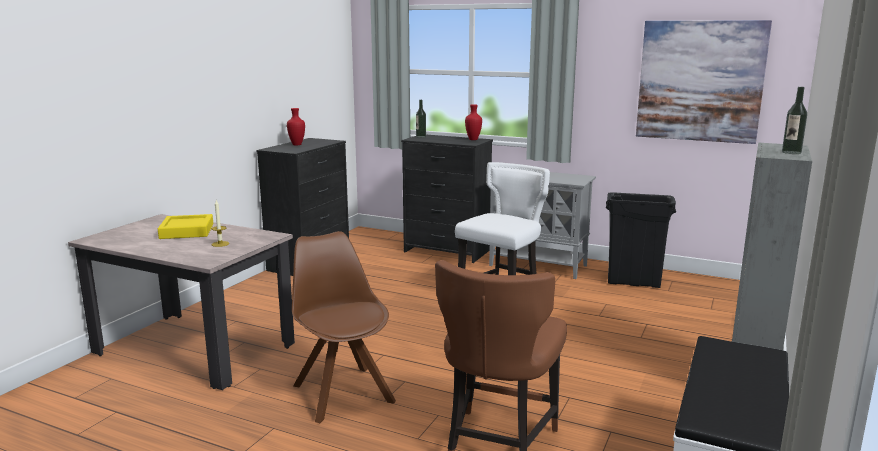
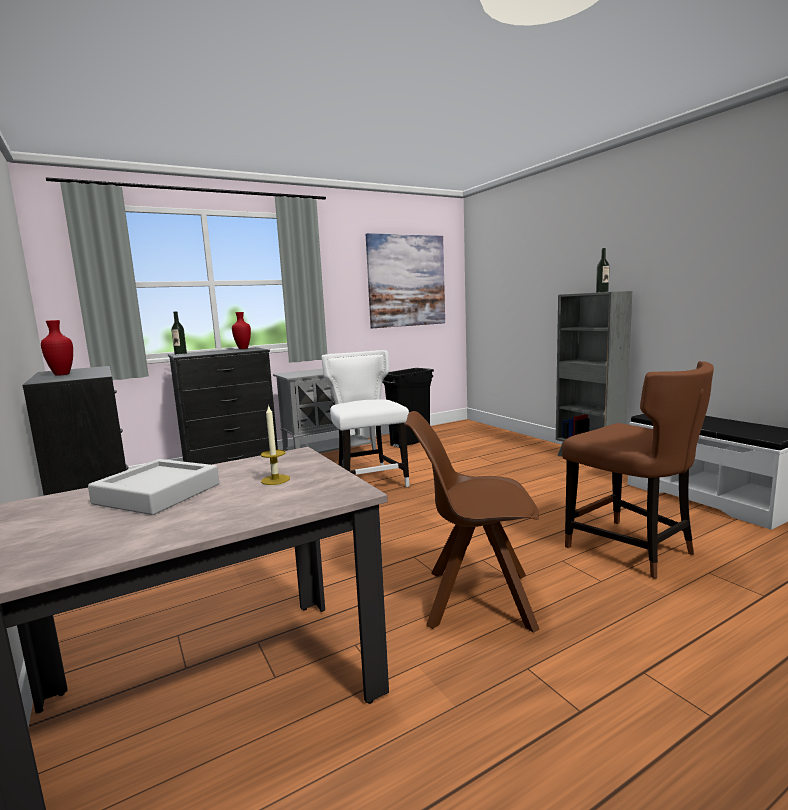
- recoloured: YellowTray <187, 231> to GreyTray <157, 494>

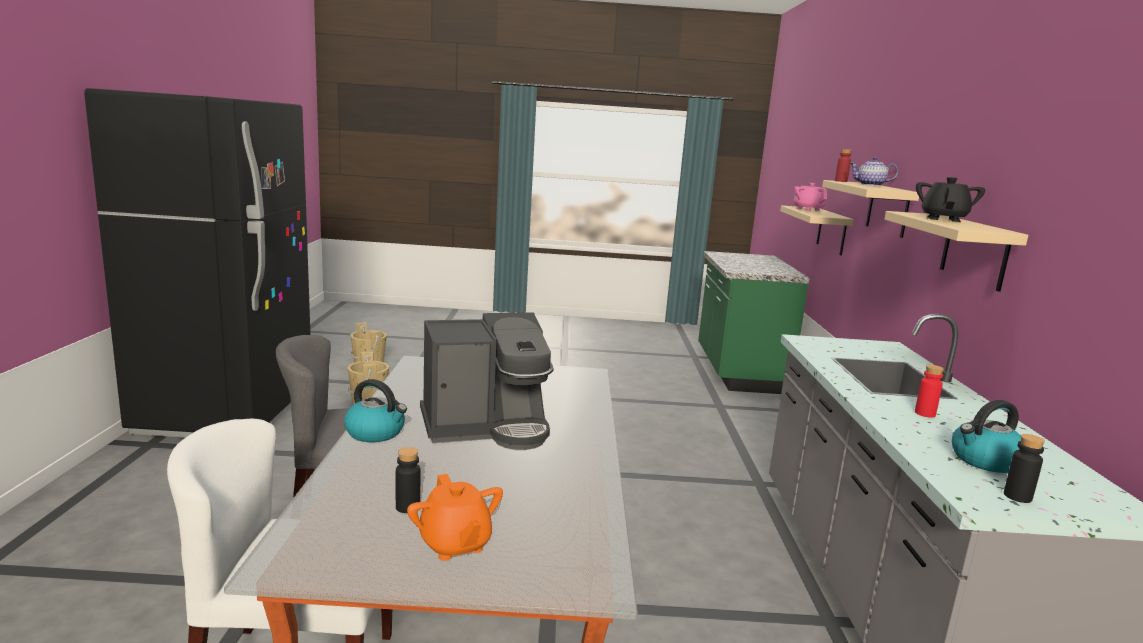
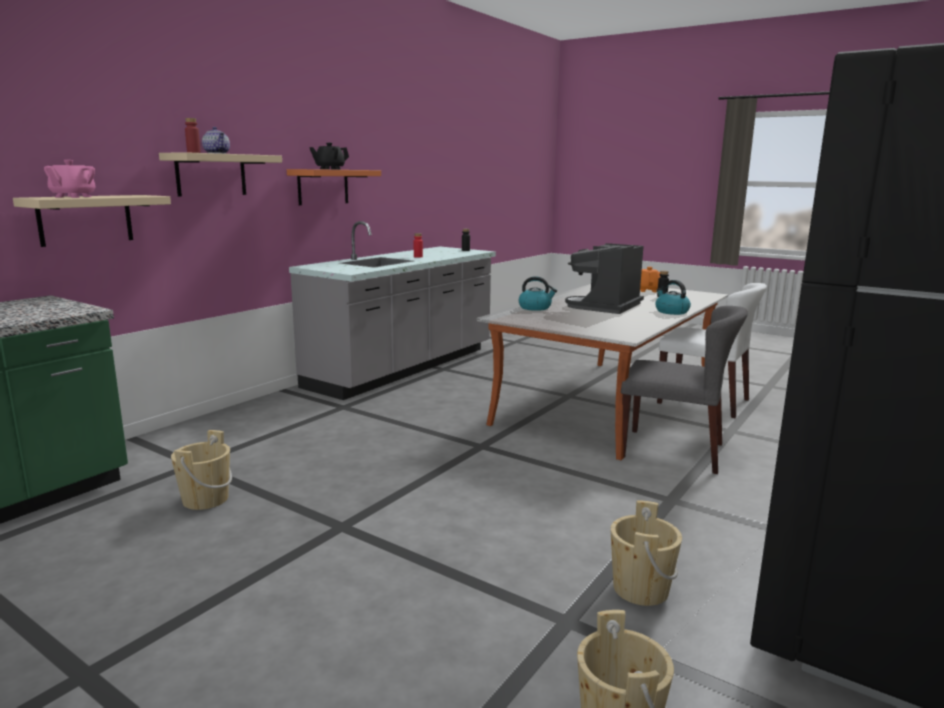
- added: BeigeBucket <205, 499>
- moved: Kettle <985, 461> to <535, 308>
- recoloured: BeigeShelf <974, 251> to OrangeShelf <323, 187>
- turned: CoffeeMachine <487, 427> = <606, 307> 75 degrees counterclockwise

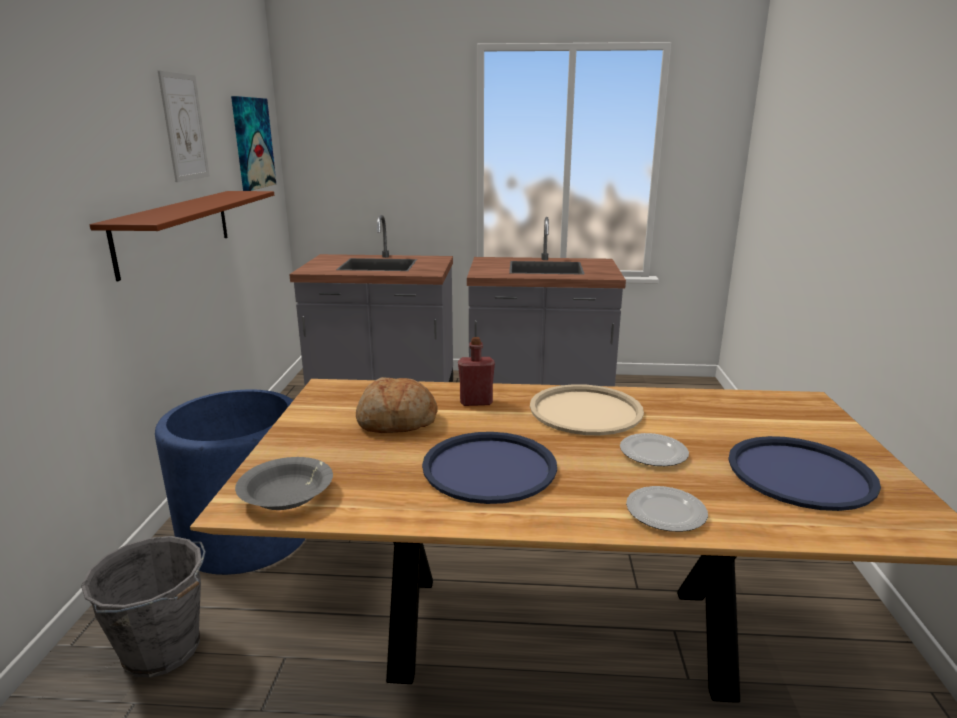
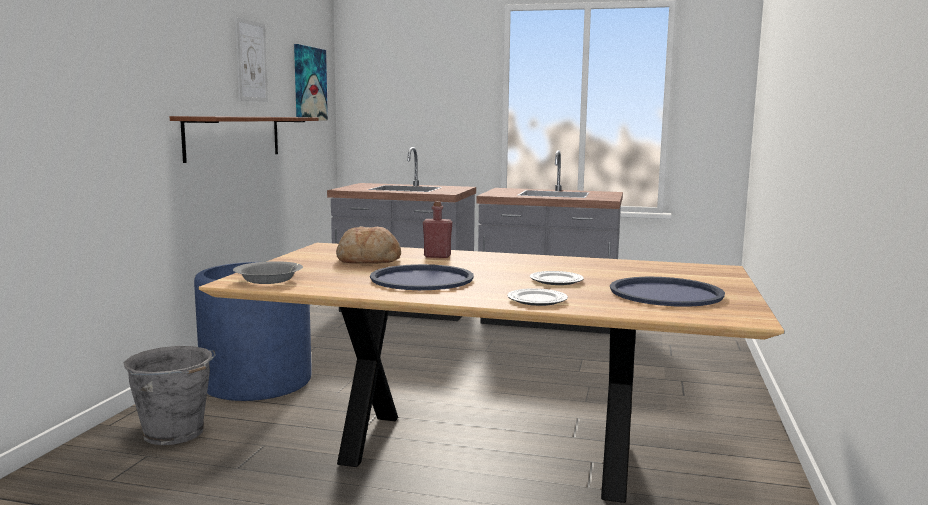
- removed: BeigeTray <585, 411>

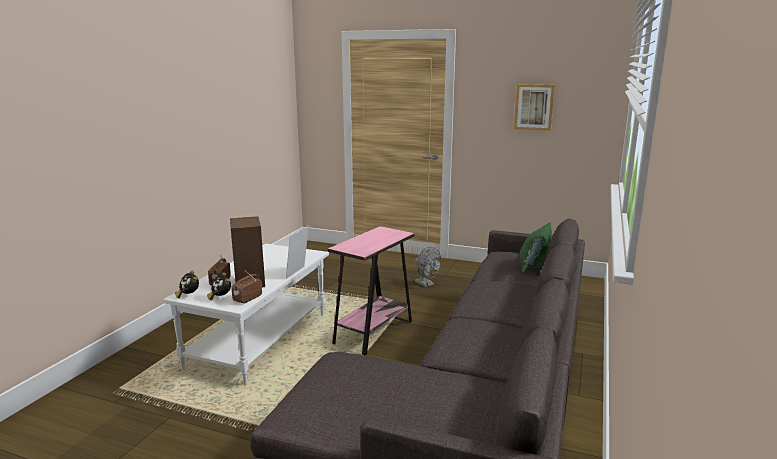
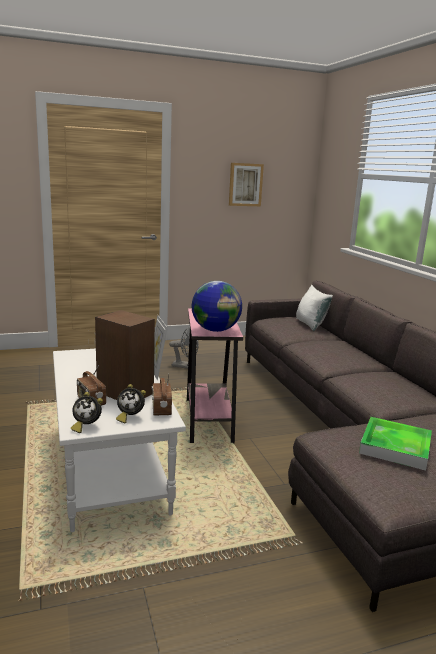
- added: Globe <215, 330>
- added: Tray <395, 447>
- recoloured: GreenPillow <534, 266> to WhitePillow <310, 324>

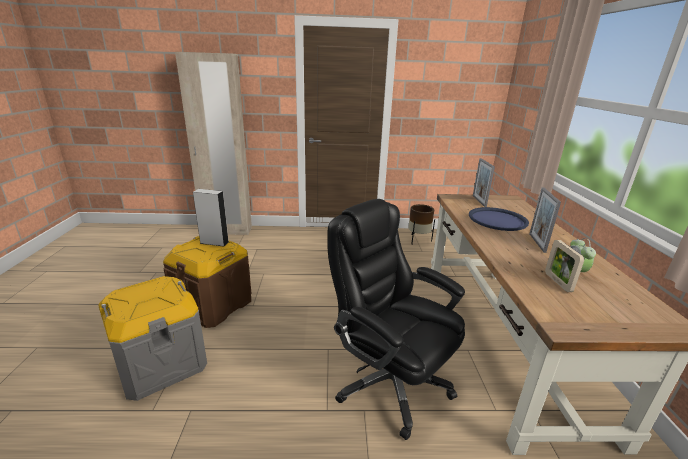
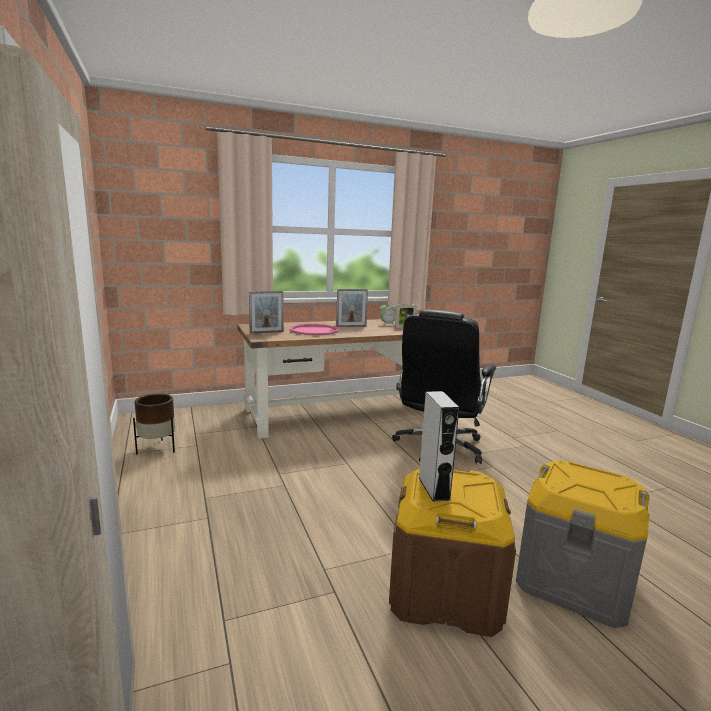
- recoloured: BlueTray <497, 220> to PinkTray <314, 330>

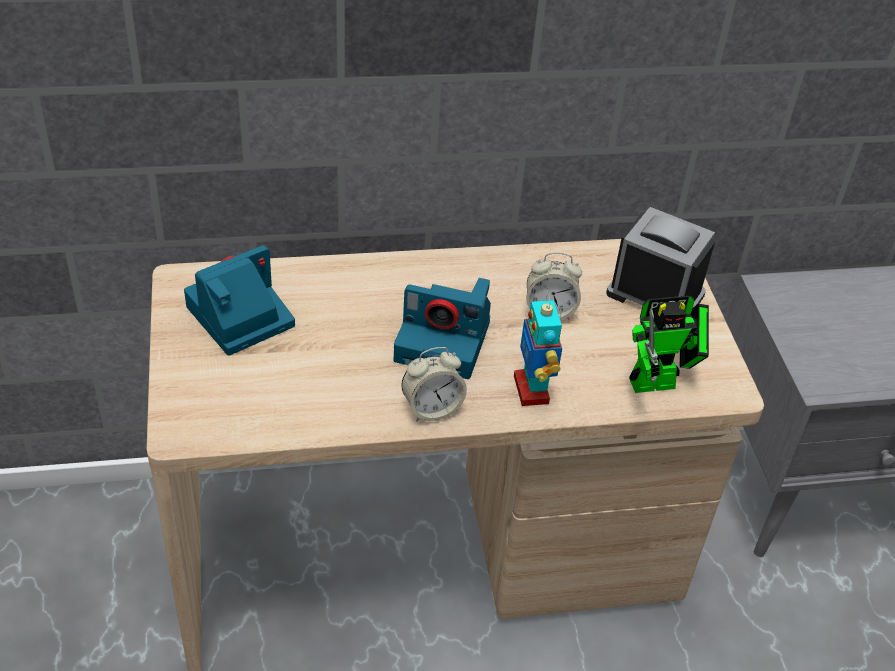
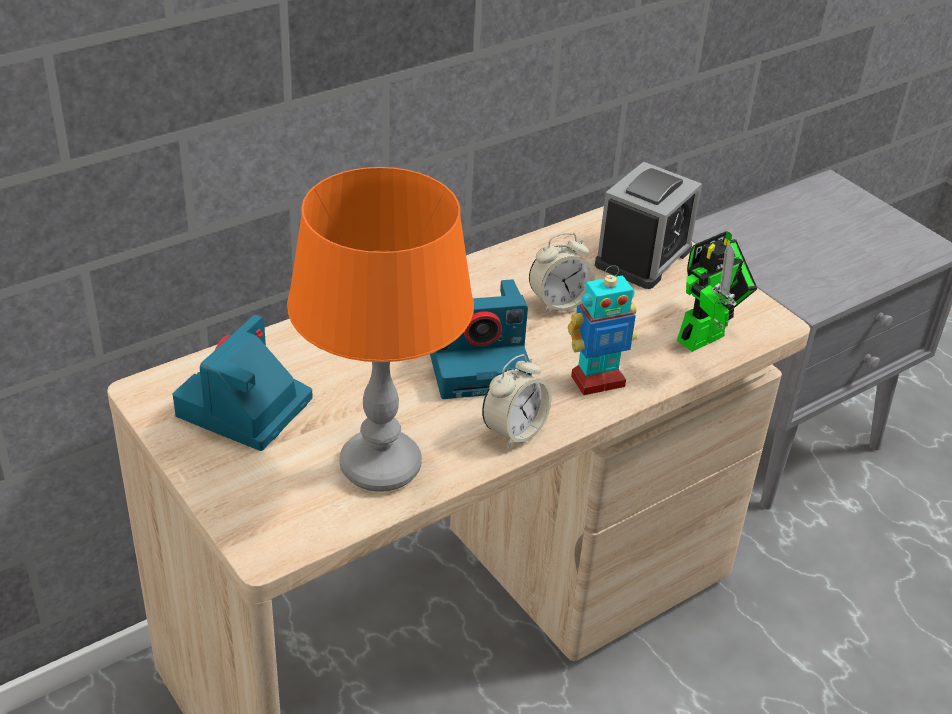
- added: OrangeTableLamp <381, 467>
- turned: ToyRobot <532, 390> = <597, 380> 75 degrees counterclockwise
- turned: AlarmClock <655, 294> = <643, 257> 120 degrees clockwise

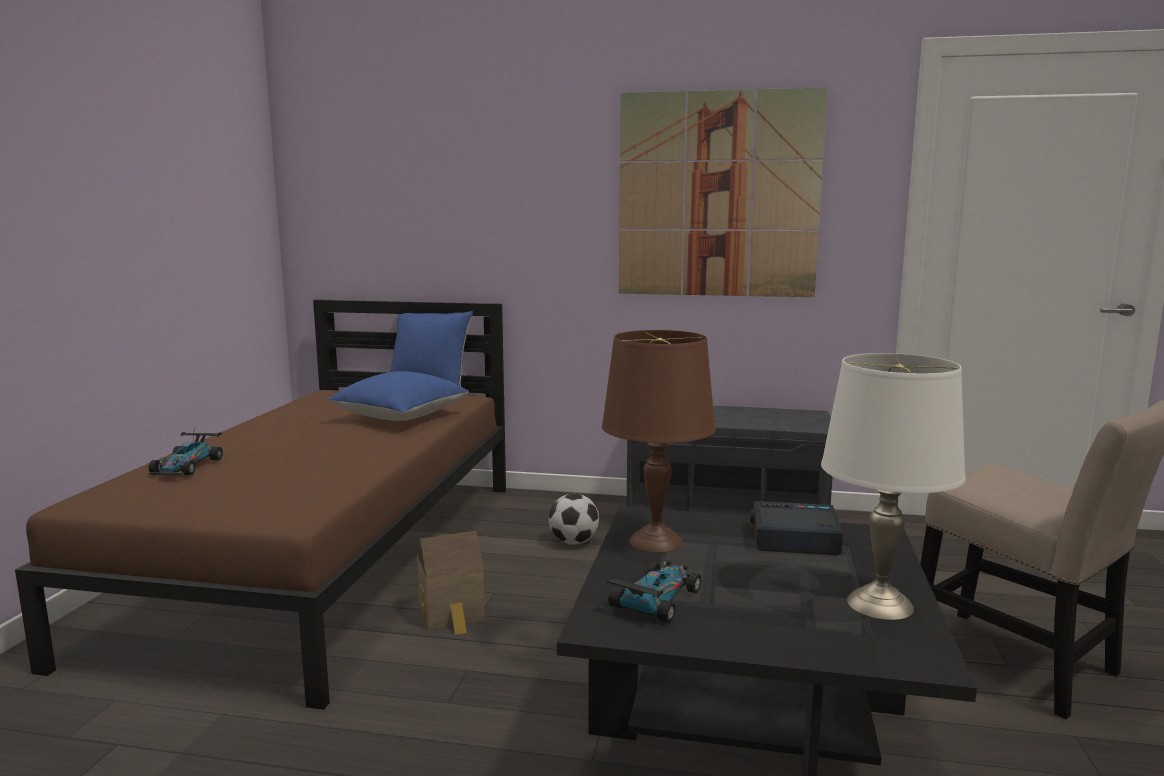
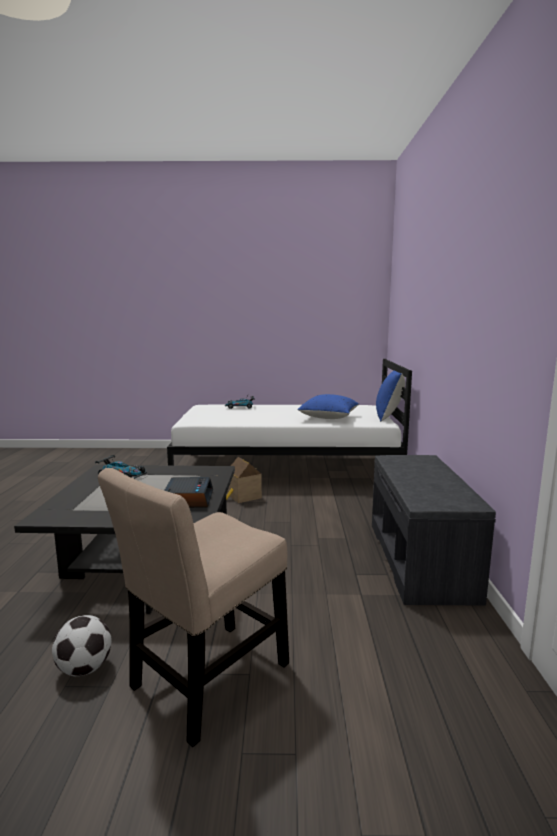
- removed: BrownTableLamp <655, 541>
- removed: Picture <718, 195>
- removed: WhiteTableLamp <881, 604>
- moved: Football <574, 542> to <85, 669>
- recoloured: BrownBed <328, 560> to WhiteBed <286, 469>

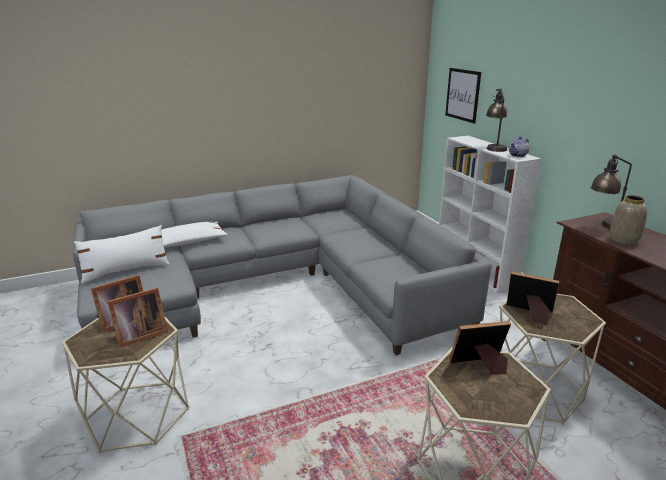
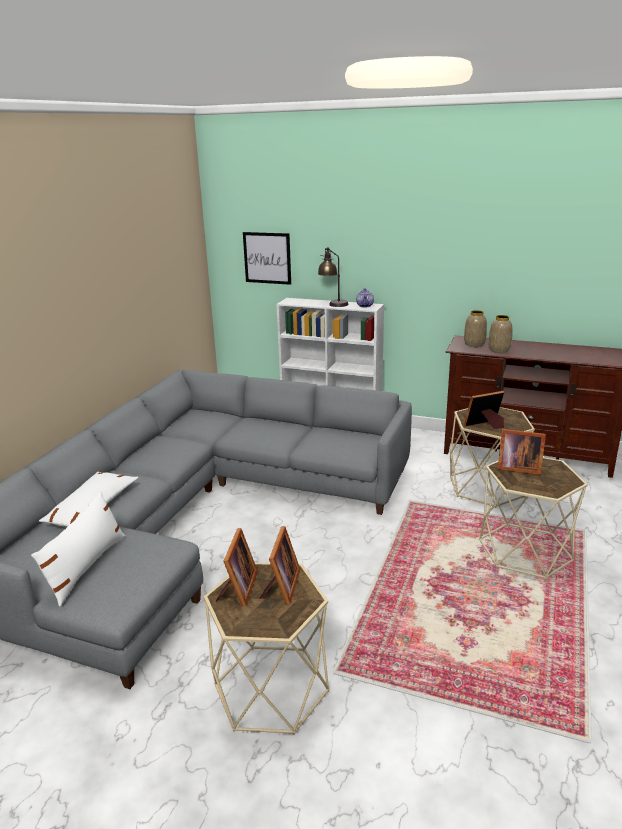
- replaced: TableLamp <606, 226> to Vase <474, 344>
- turned: PictureFrame <480, 365> = <517, 467> 105 degrees counterclockwise

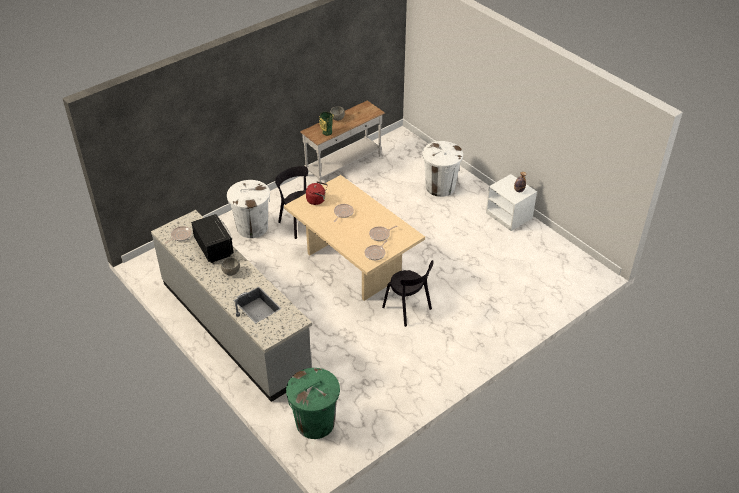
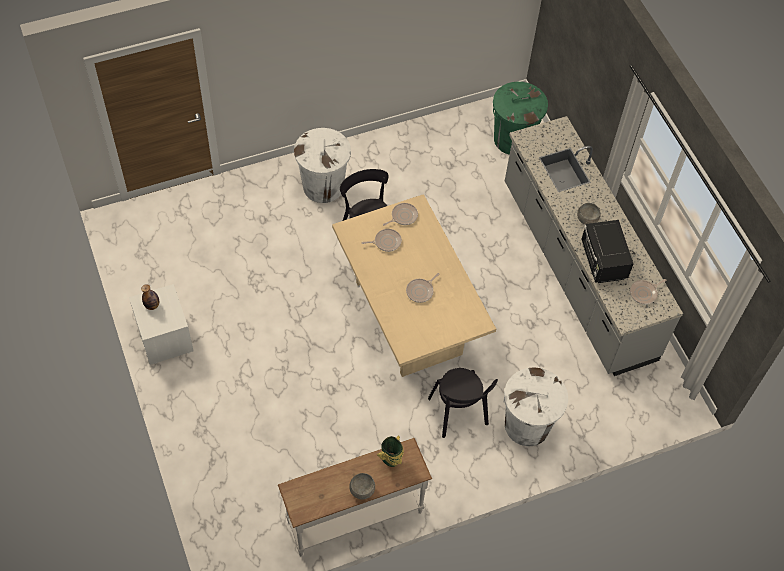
- removed: RedKettle <317, 200>
- moved: WhiteTrashCan <440, 187> to <323, 186>

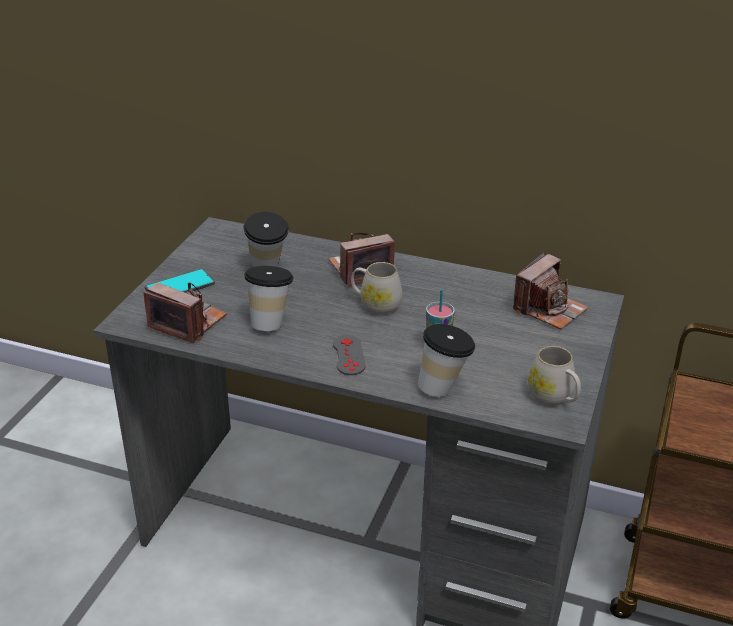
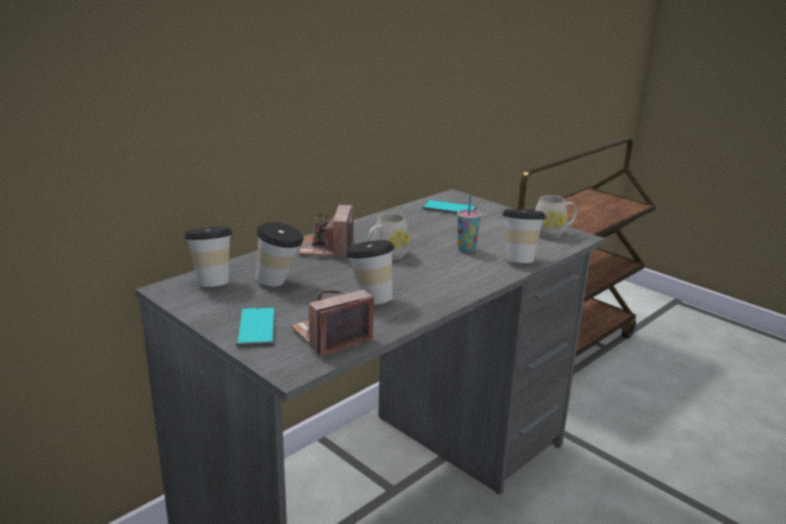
- removed: GreyGameController <349, 355>
- added: Cup <212, 282>
- replaced: PhotoCamera <549, 309> to Phone <449, 209>

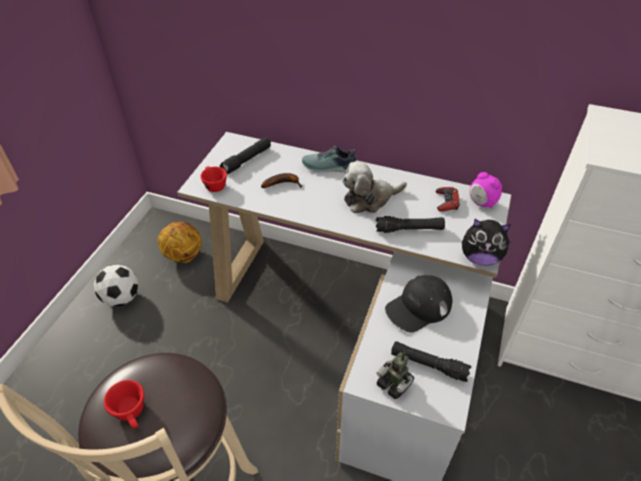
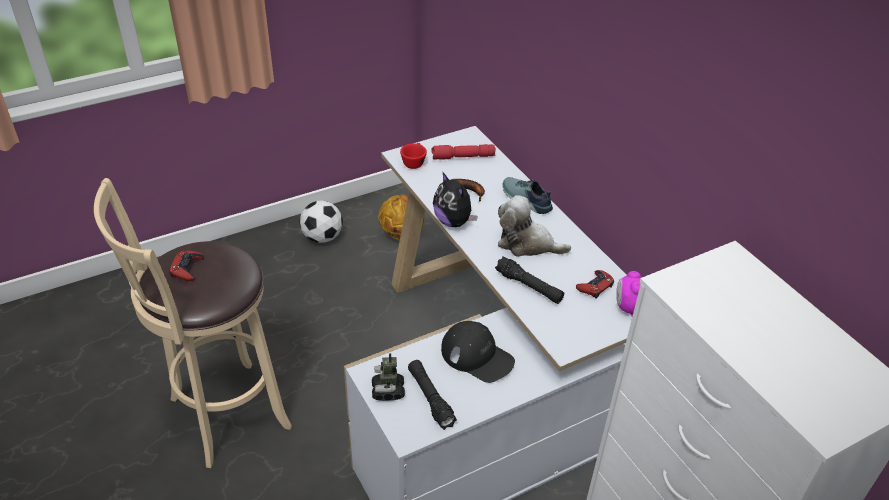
- moved: PlushToy <480, 257> to <453, 221>
- replaced: RedCup <132, 413> to RedGameController <187, 268>
- recoloured: BlackFlashlight <247, 160> to RedFlashlight <462, 157>
- turned: BlackCap <418, 307> = <477, 356> 150 degrees counterclockwise

